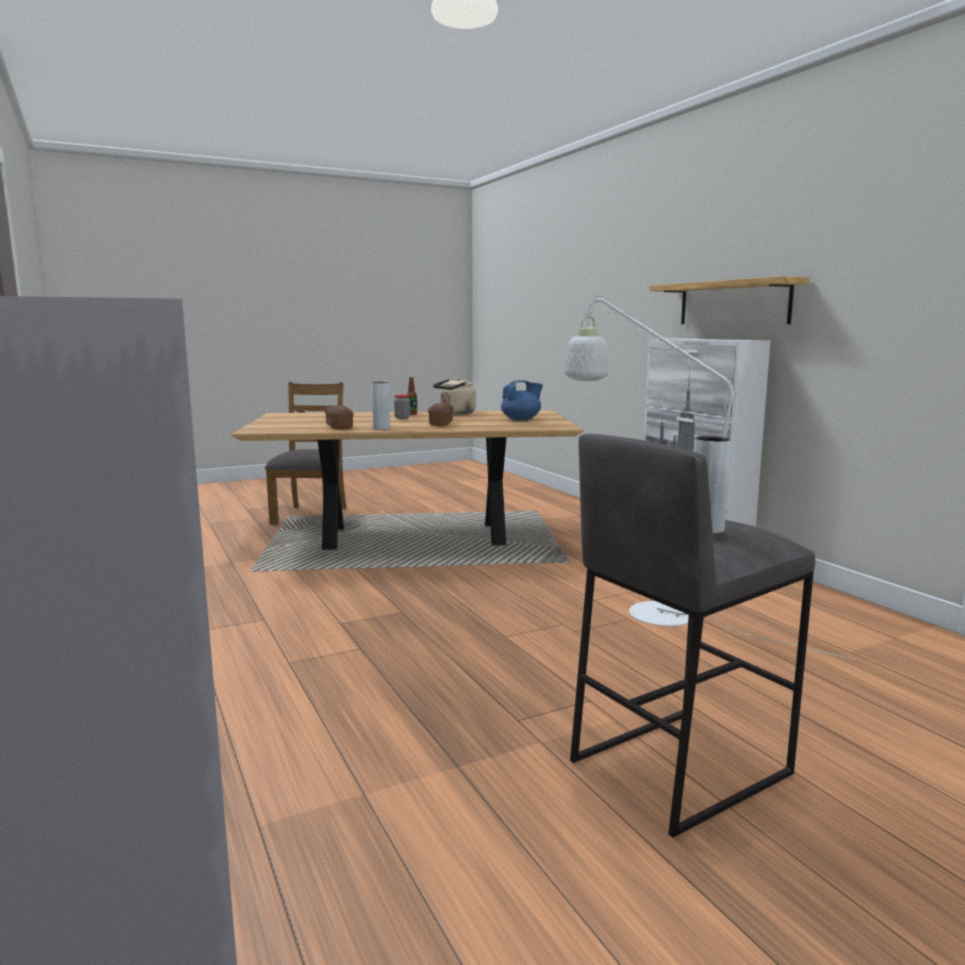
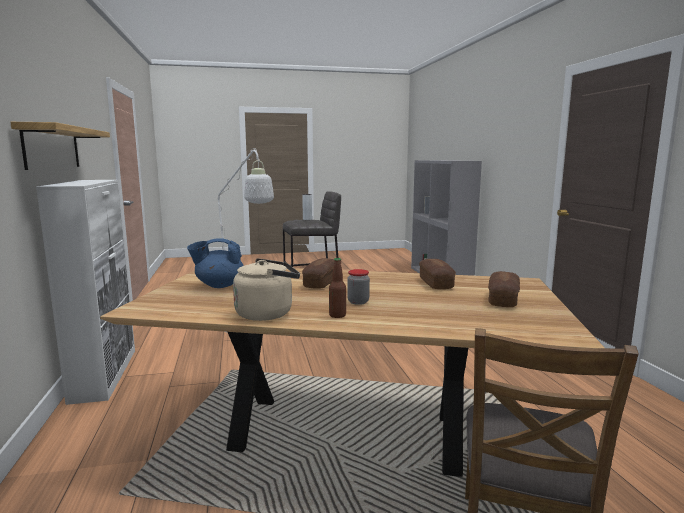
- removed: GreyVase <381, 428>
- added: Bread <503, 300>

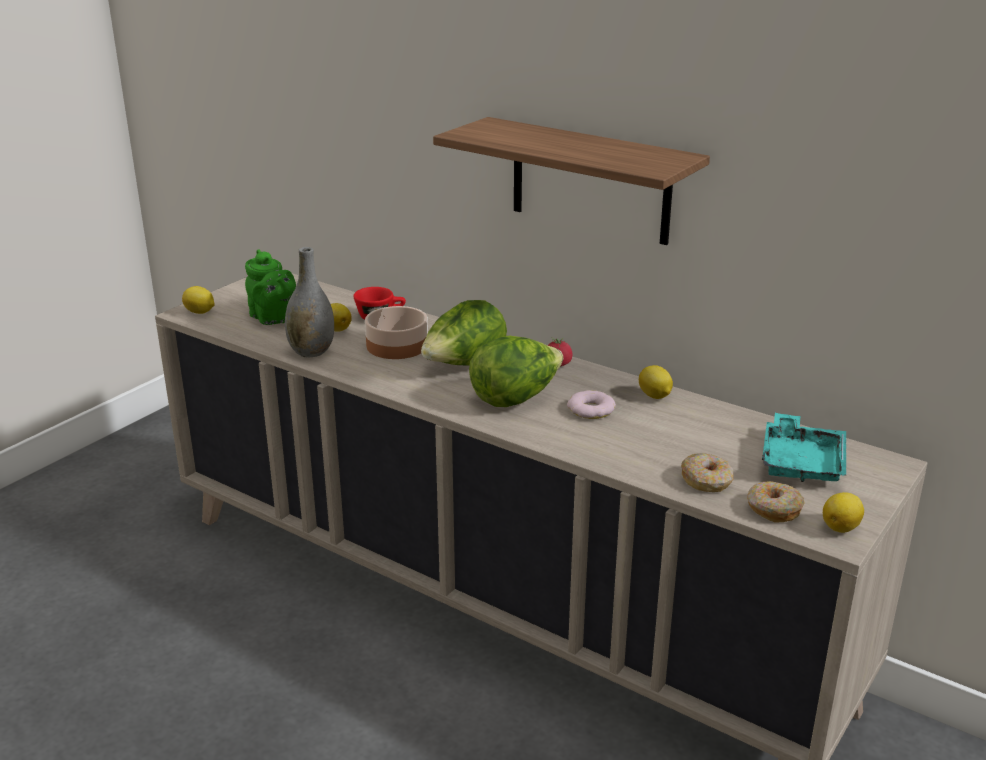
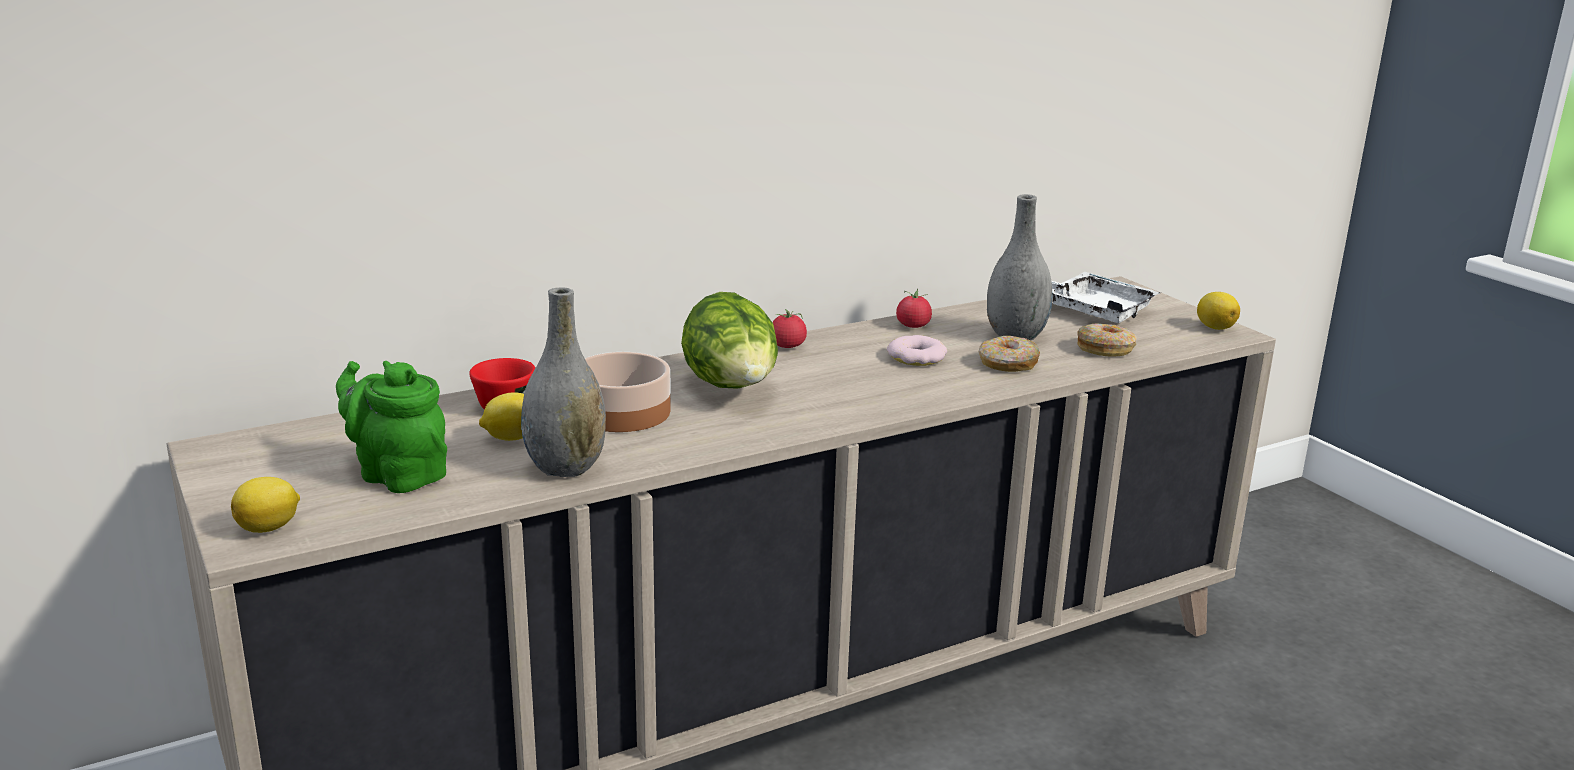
- removed: Shelf <590, 181>
- removed: Lettuce <515, 398>
- added: GreyVase <1015, 336>
- moved: Donut <773, 509> to <1007, 364>
- replaced: Lemon <655, 396> to Tomato <913, 326>
- recoloured: TurquoiseTray <801, 462> to WhiteTray <1094, 310>
- turned: GreenTeapot <273, 319> = <398, 474> 135 degrees counterclockwise

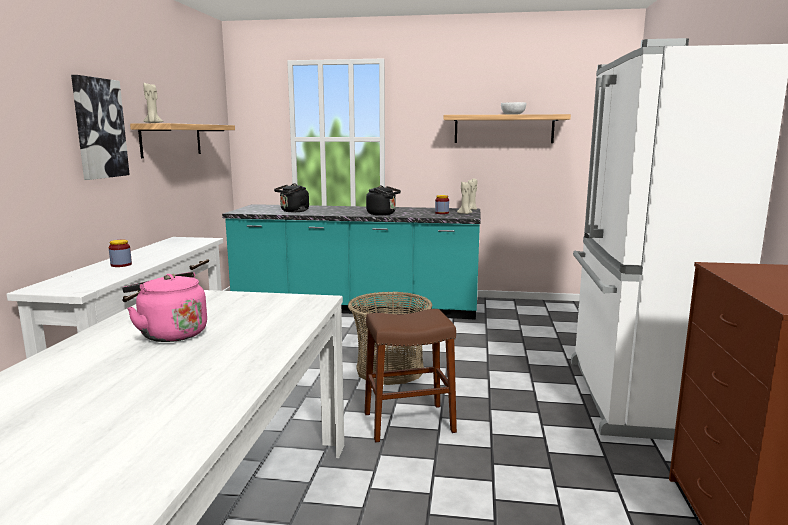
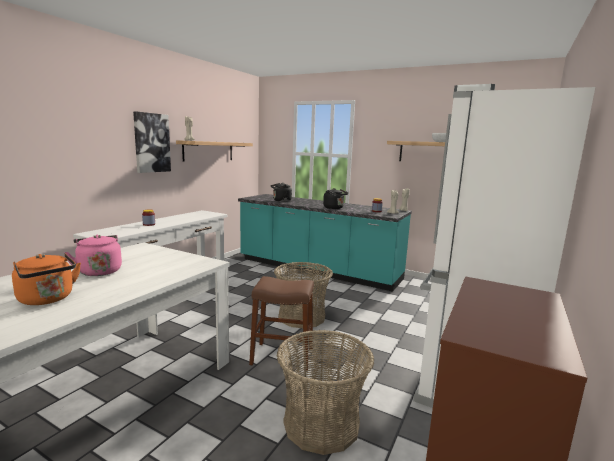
- added: OrangeKettle <48, 299>
- added: Basket <321, 424>

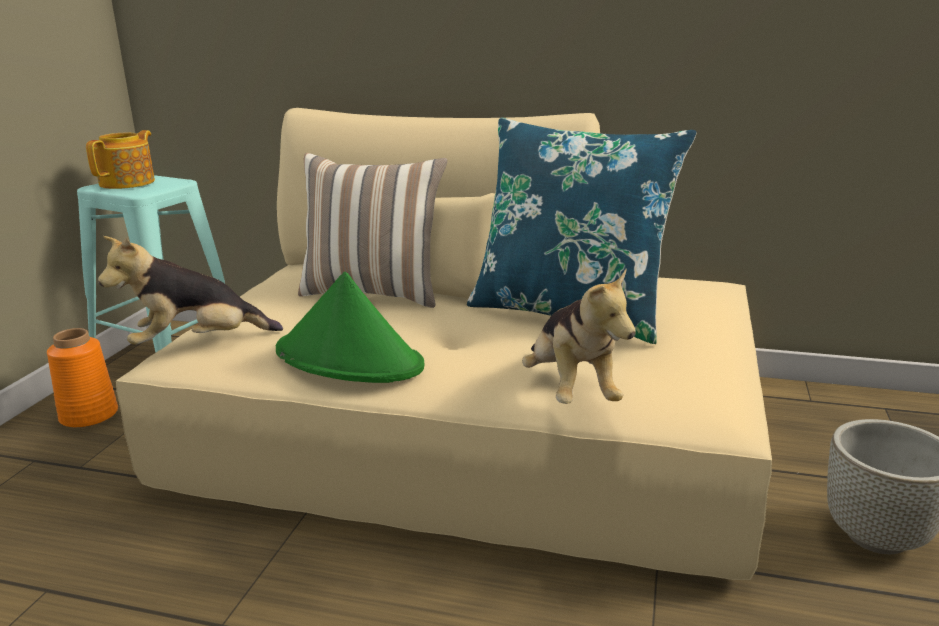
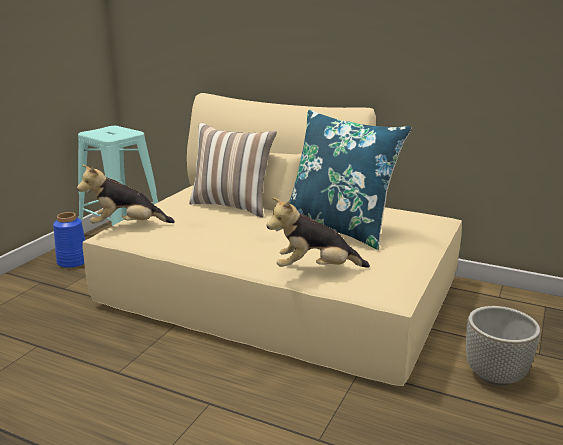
- removed: Teapot <129, 182>
- removed: GreenHat <349, 359>
- recoloured: OrangeVase <90, 415> to BlueVase <73, 262>
- turned: PlushToy <571, 390> = <315, 270> 90 degrees clockwise

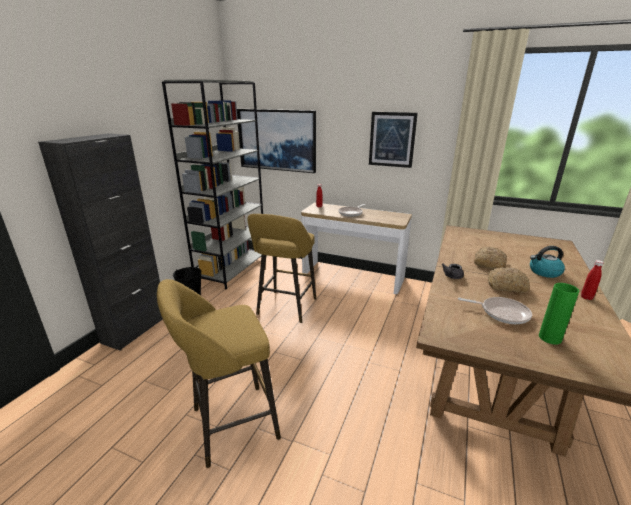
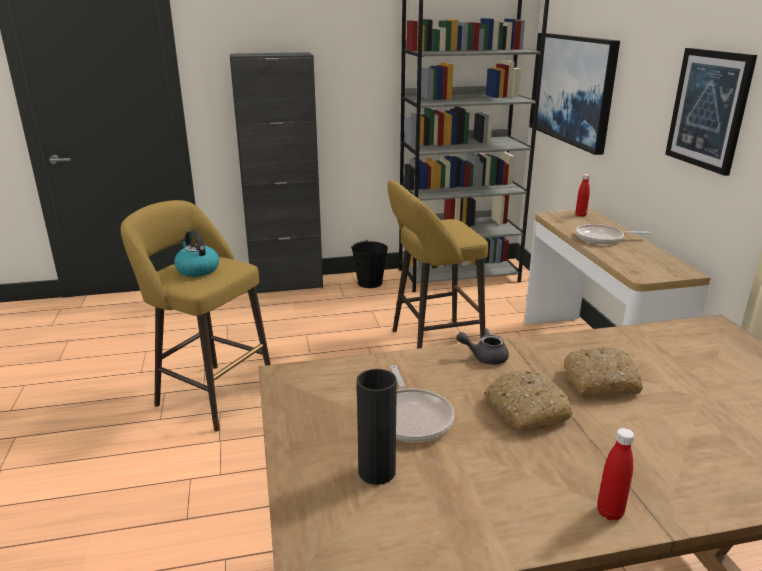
- moved: Kettle <544, 272> to <197, 269>
- recoloured: GreenVase <549, 338> to BlackVase <377, 472>

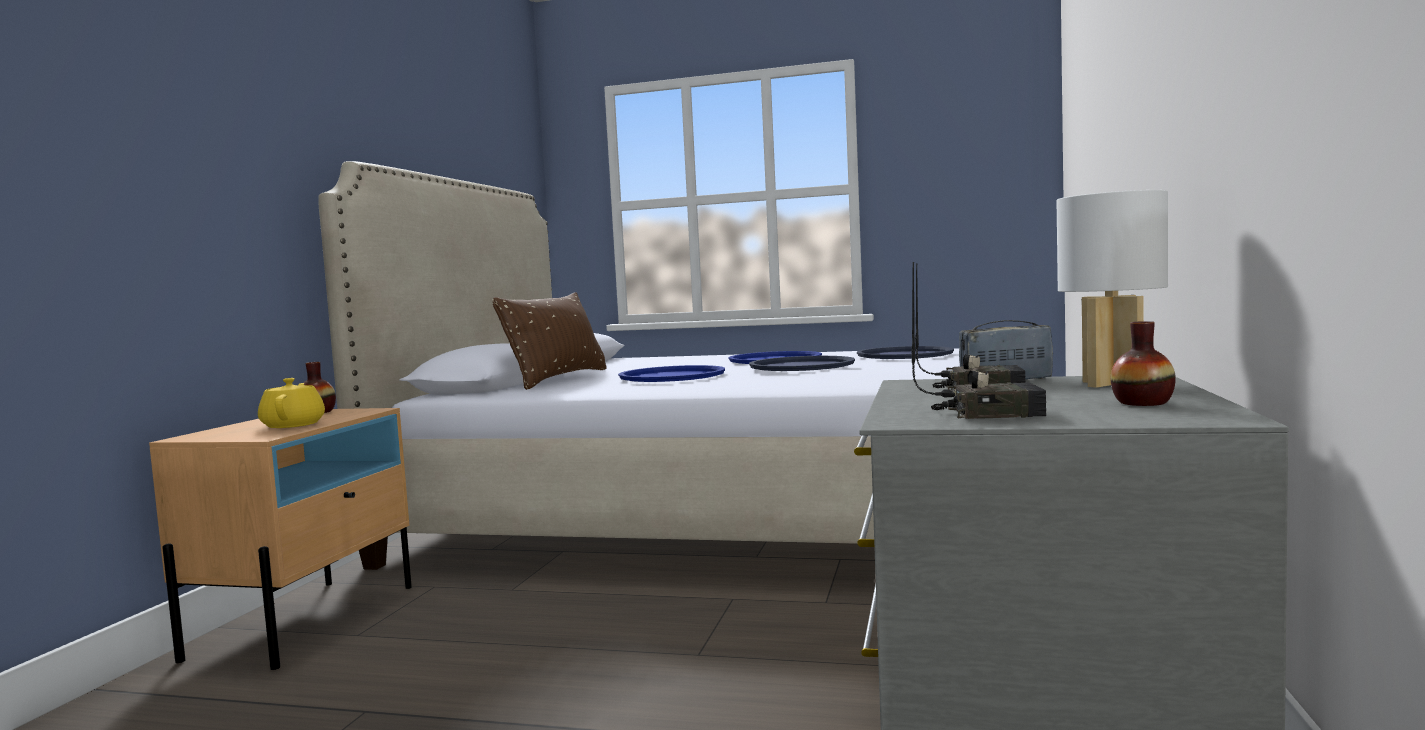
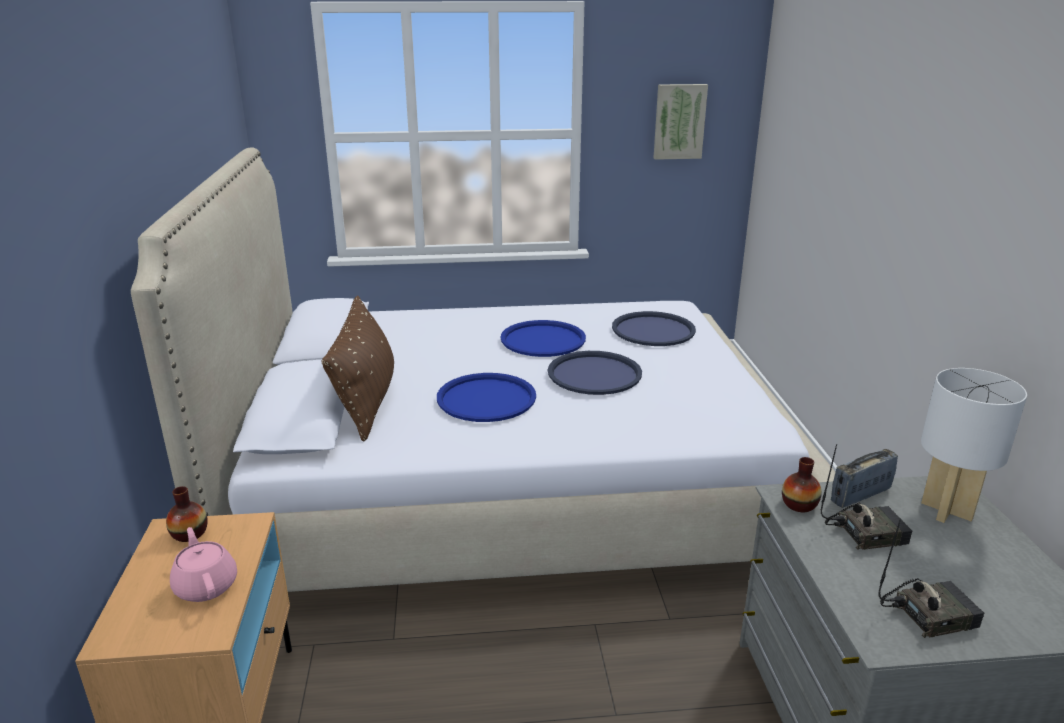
- added: Picture <679, 121>
- moved: Vase <1142, 403> to <799, 504>
- recoloured: YellowTeapot <294, 425> to PinkTeapot <206, 585>

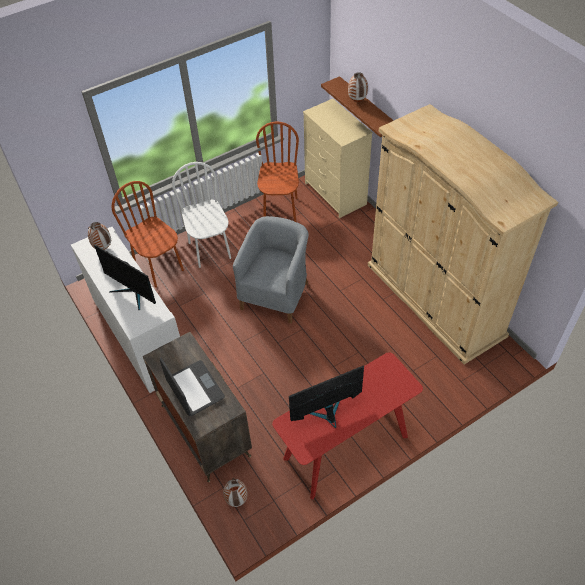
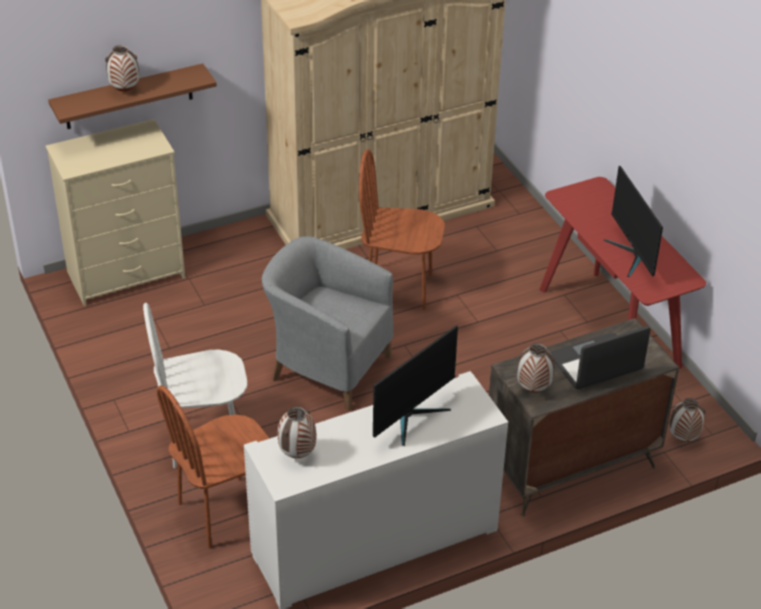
- added: Vase <532, 390>
- moved: BrownChair <280, 210> to <399, 288>

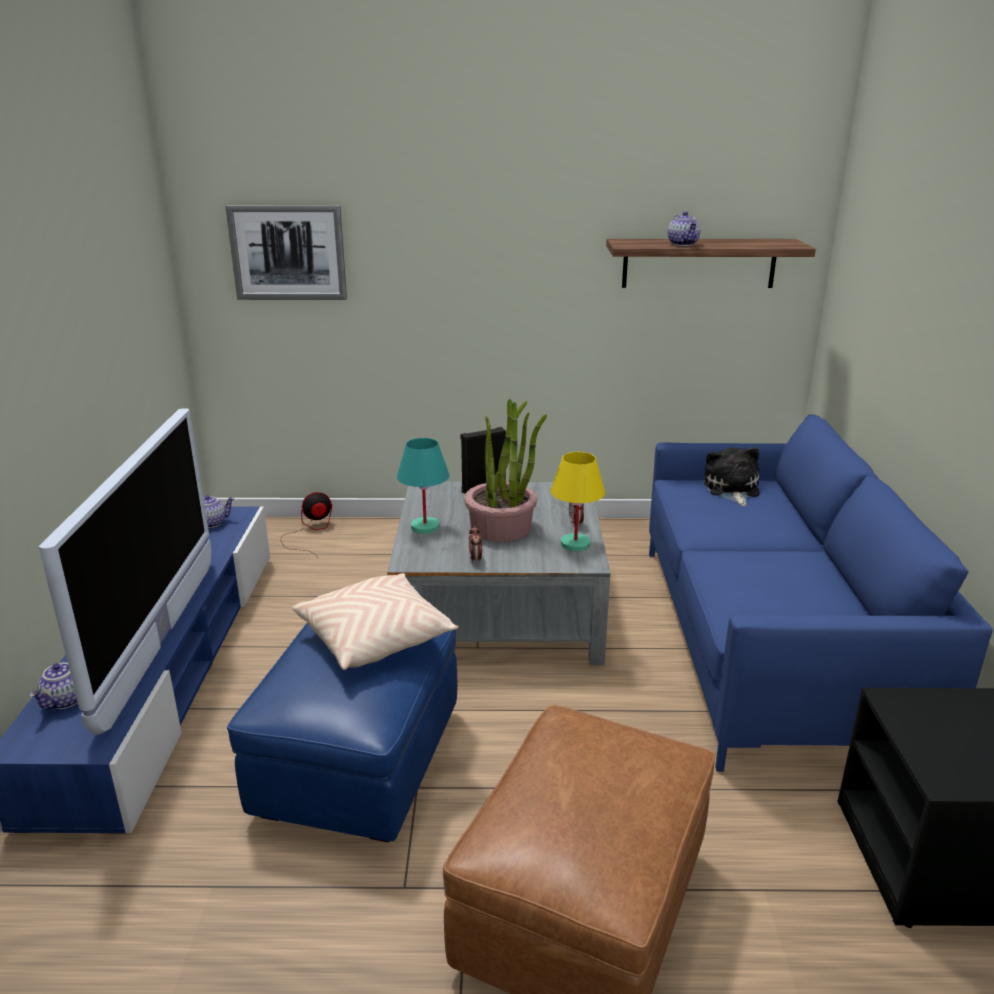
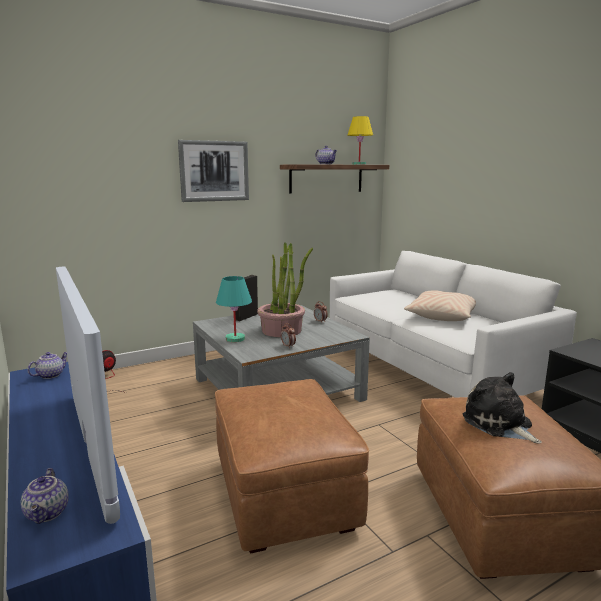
- moved: Picture <288, 253> to <214, 171>
- moved: BeigePillow <376, 637> to <442, 316>
- moved: YellowTableLamp <575, 544> to <359, 164>
- moved: PlushToy <731, 489> to <499, 424>
- recoloured: BlueOttoman <358, 763> to BrownOttoman <283, 494>
- recoloured: BlueSofa <768, 643> to WhiteSofa <430, 370>

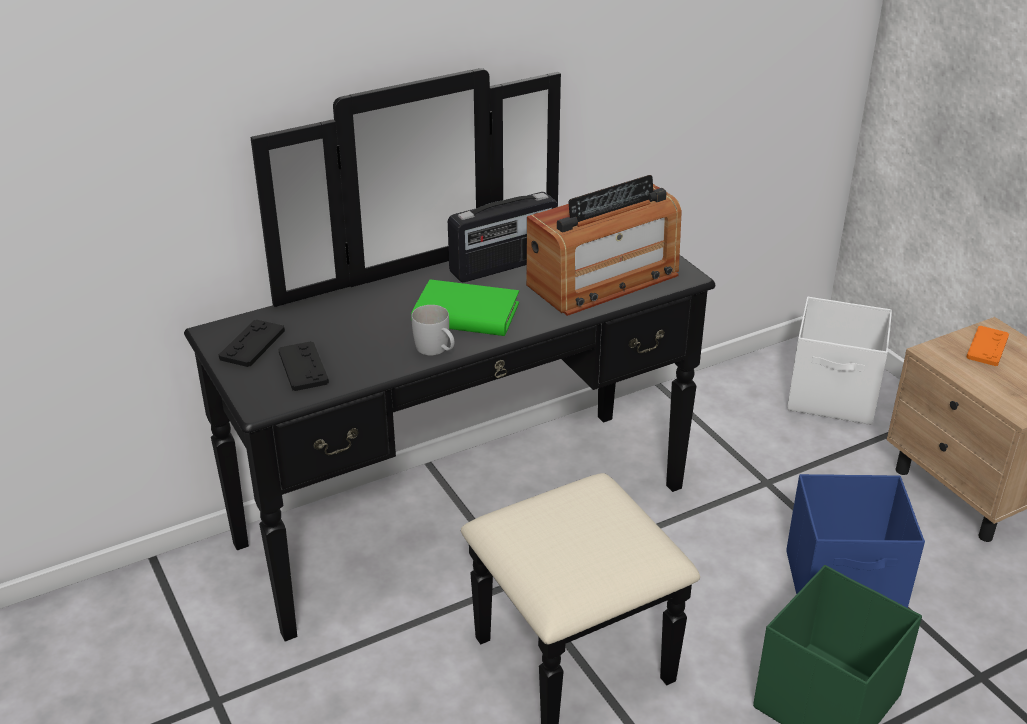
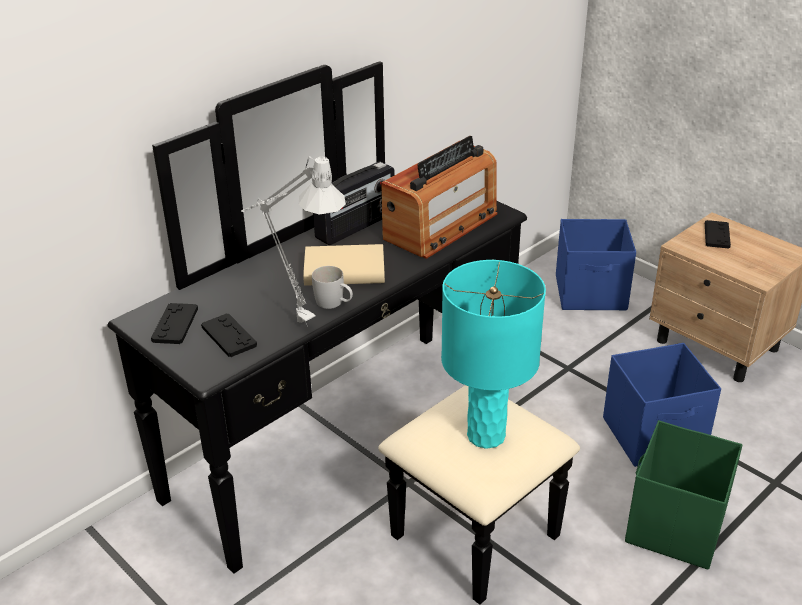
- added: GreyTableLamp <294, 319>
- added: TurquoiseTableLamp <485, 435>
- recoloured: GreenBook <466, 314> to BeigeBook <344, 270>
- recoloured: WhiteStorageBox <834, 396> to BlueStorageBox <591, 293>
- recoloured: OrangeGameController <987, 347> to BlackGameController <717, 235>

